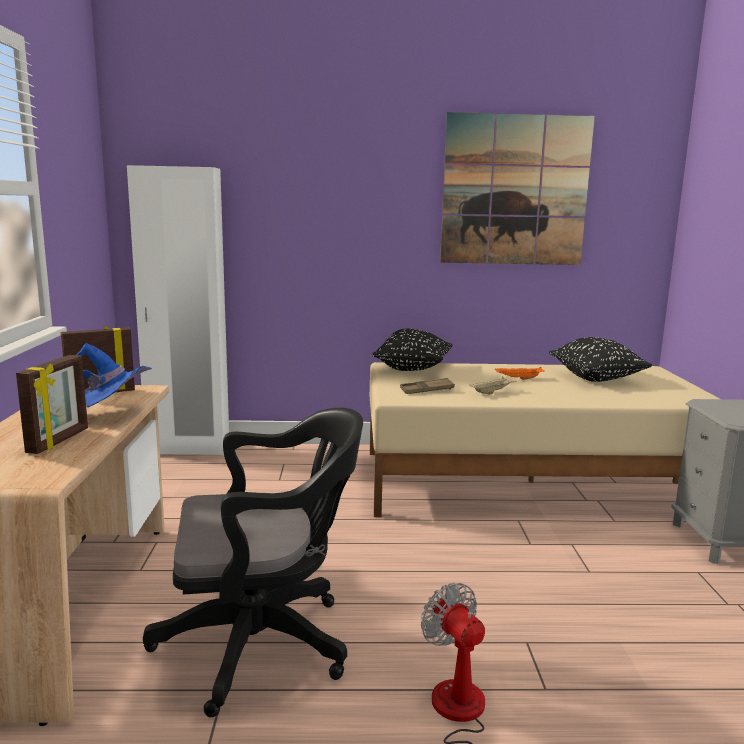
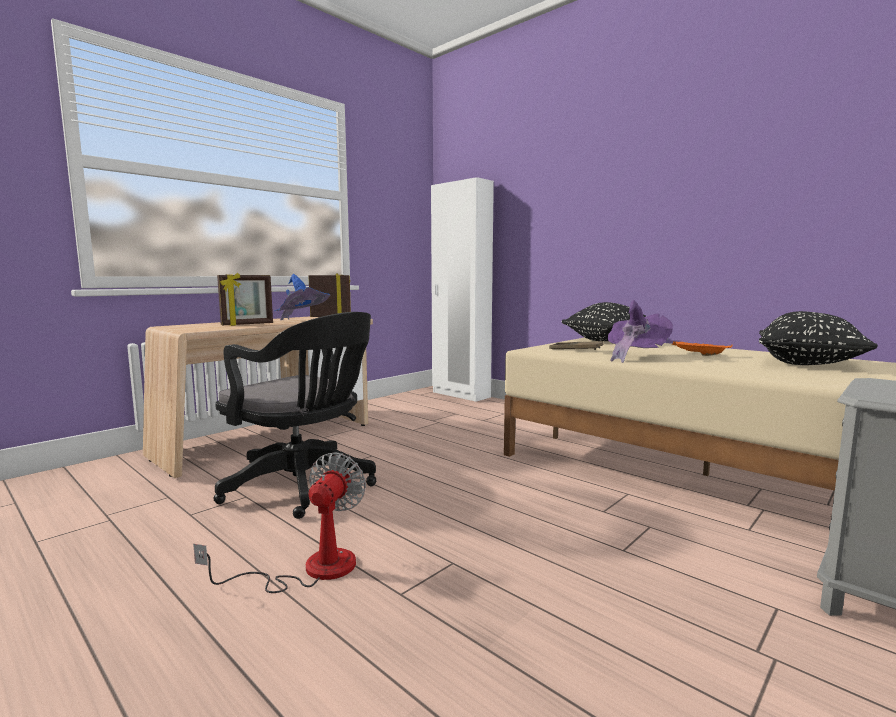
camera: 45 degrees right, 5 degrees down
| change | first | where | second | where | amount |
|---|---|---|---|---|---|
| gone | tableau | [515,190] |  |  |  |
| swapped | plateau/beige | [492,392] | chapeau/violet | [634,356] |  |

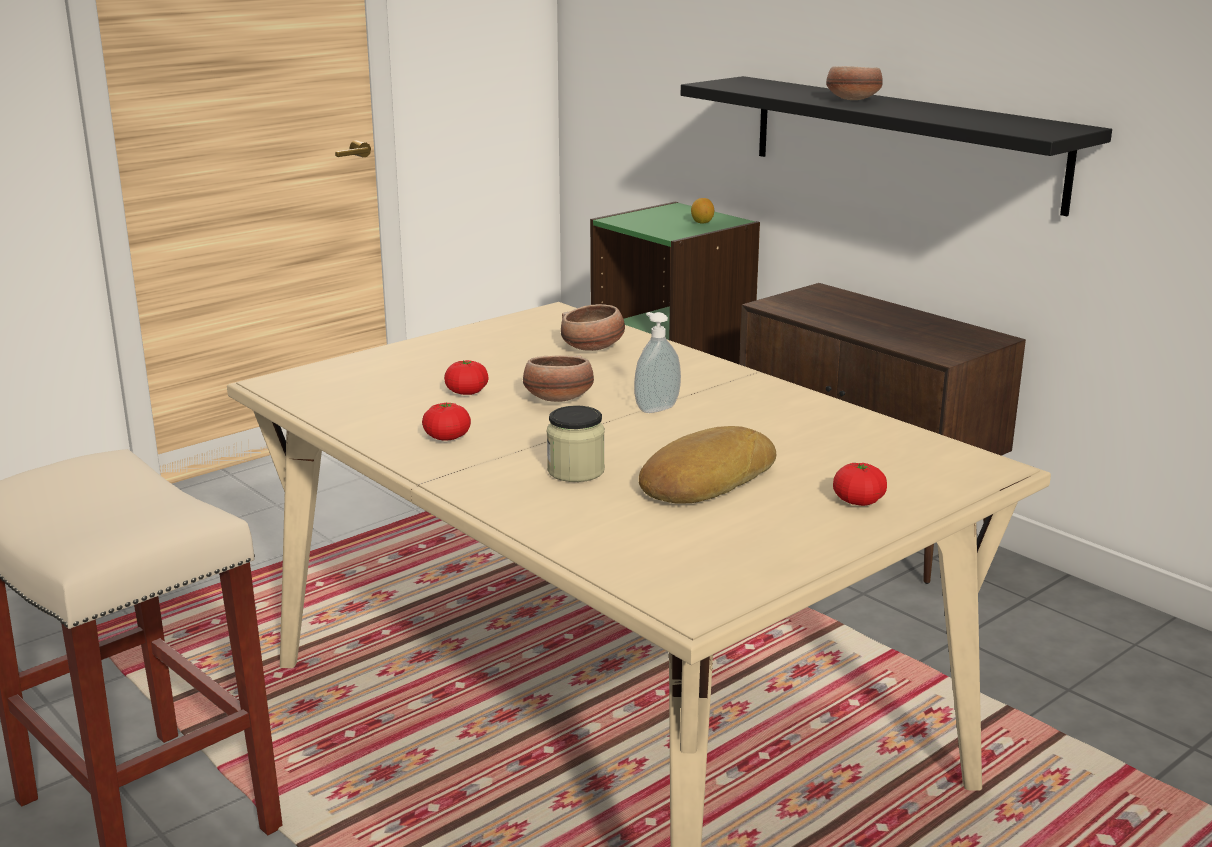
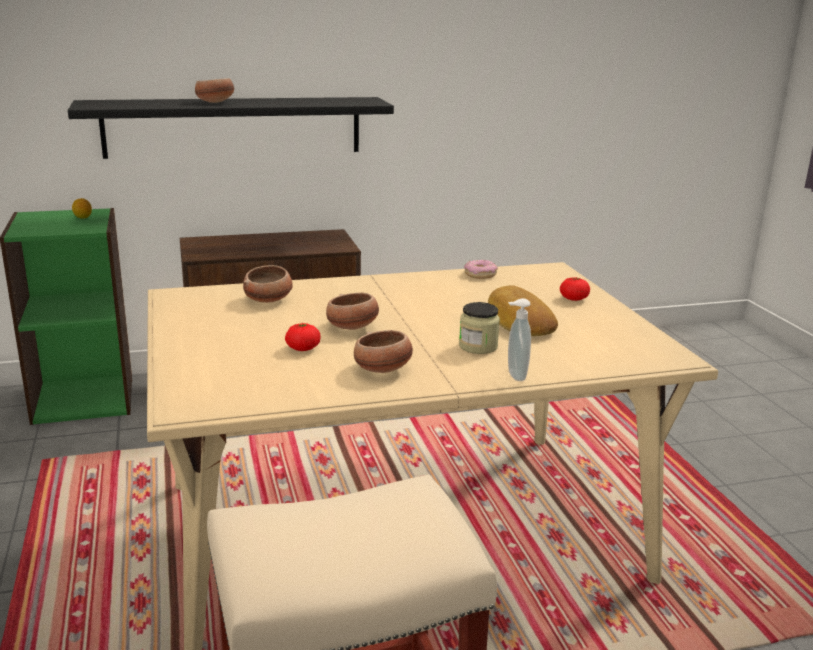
camera: 65 degrees left, 0 degrees up
| change | first | where | second | where | amount |
|---|---|---|---|---|---|
| new |  |  | beignet | [480,274] |  |
| shifted | distributeur de savon | [655,408] |  | [514,375] |  |
| swapped | tomate | [447,437] | bol | [383,369] |  |

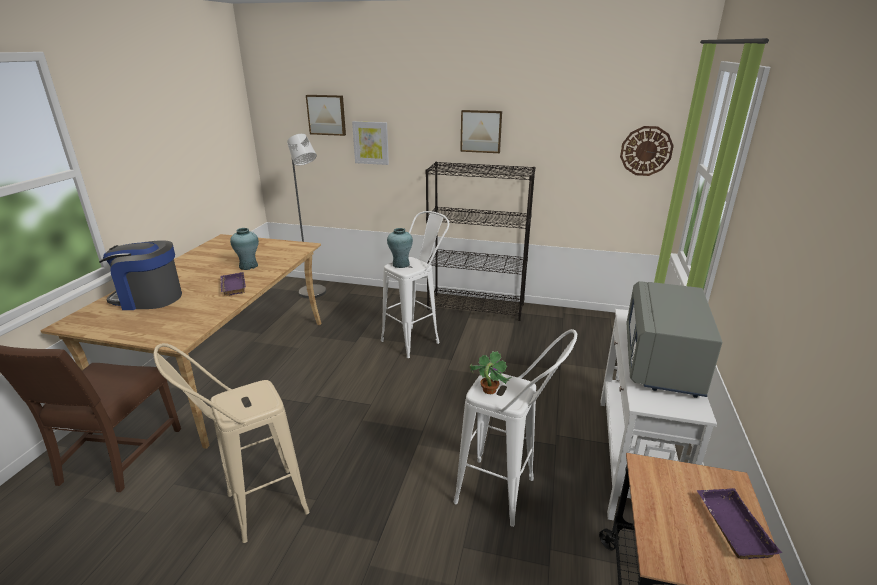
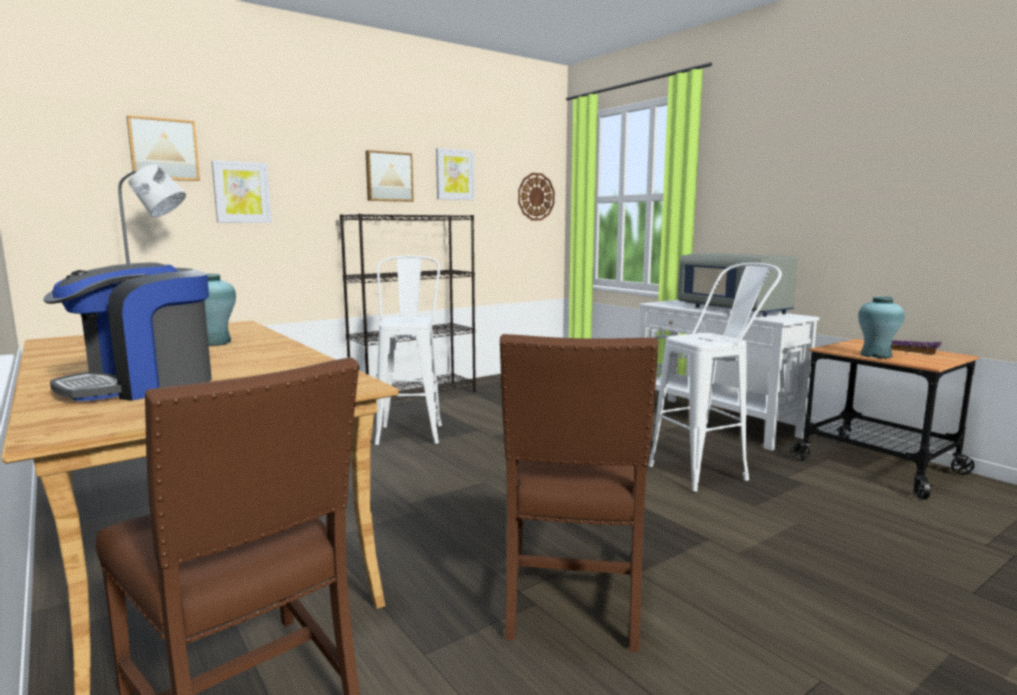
camera: 50 degrees left, 15 degrees down
| change | first | where | second | where | amount |
|---|---|---|---|---|---|
| gone | plateau/violet | [232,286] |  |  |  |
| gone | plante en pot | [488,390] |  |  |  |
| new |  |  | tableau | [454,174] |  |
| shifted | vase/turquoise | [401,264] |  | [876,355] |  |
| swapped | tabouret/beige | [253,510] | chaise/marron | [574,598] |  |

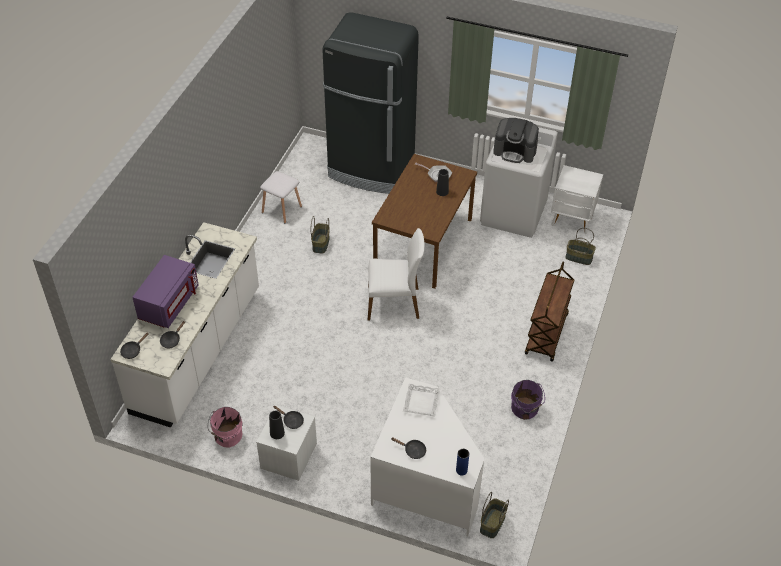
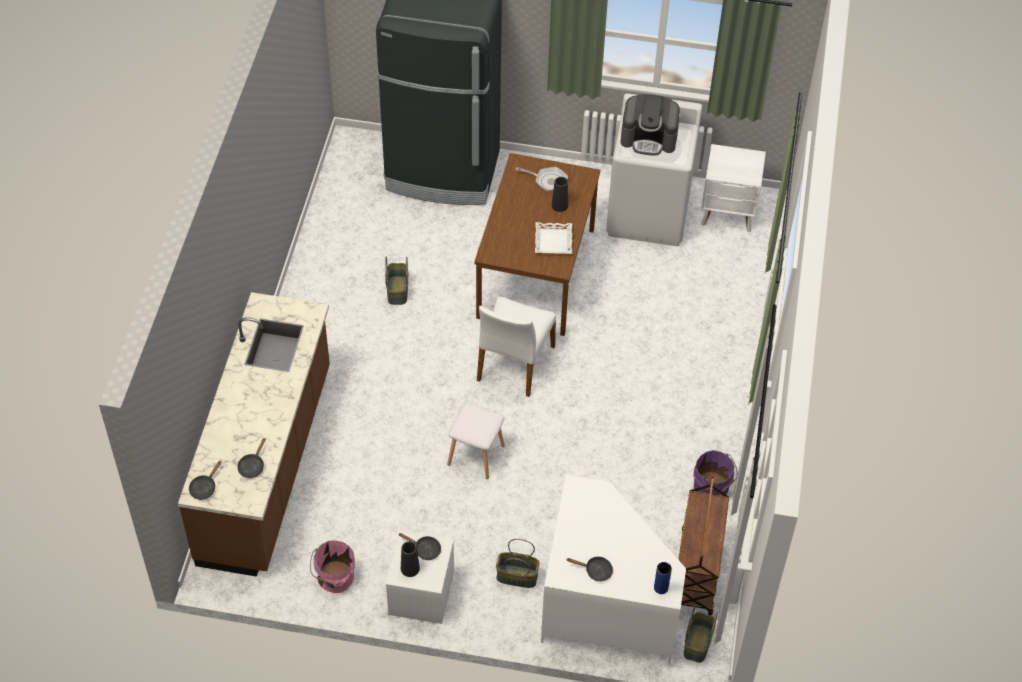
camera: 10 degrees left, 5 degrees up
| change | first | where | second | where | amount |
|---|---|---|---|---|---|
| gone | micro-ondes/violet | [168,303] |  |  |  |
| shifted | tabouret/blanc | [282,209] |  | [476,454] |  |
| shifted | plateau/blanc | [421,402] |  | [553,241] |  |
| shifted | chariot/marron | [546,335] |  | [697,573] |  |
| shifted | panier | [578,258] |  | [516,577] |  |
| repainted | comptoir de cuisine/blanc | [198,351] | comptoir de cuisine/marron | [267,466] |  |
| rotated | chaise/blanc | [394,303] |  | [514,363] | 120 degrees clockwise |

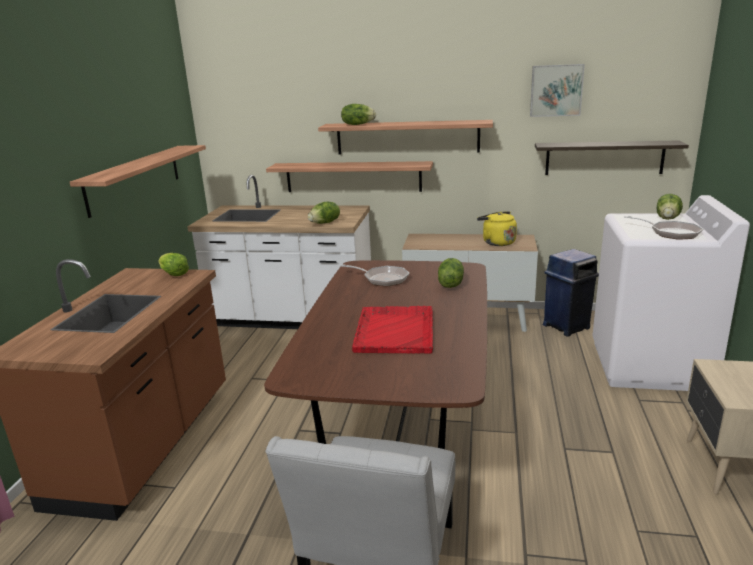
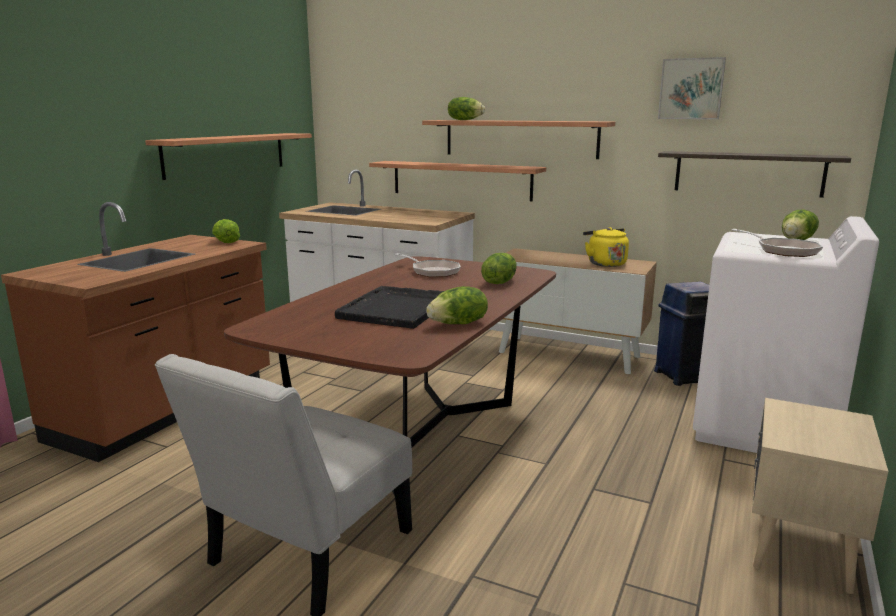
camera: 15 degrees right, 5 degrees down
| change | first | where | second | where | amount |
|---|---|---|---|---|---|
| shifted | laitue | [325,223] |  | [459,324] |  |
| repainted | plateau/rouge | [395,331] | plateau/noir | [397,308] |  |

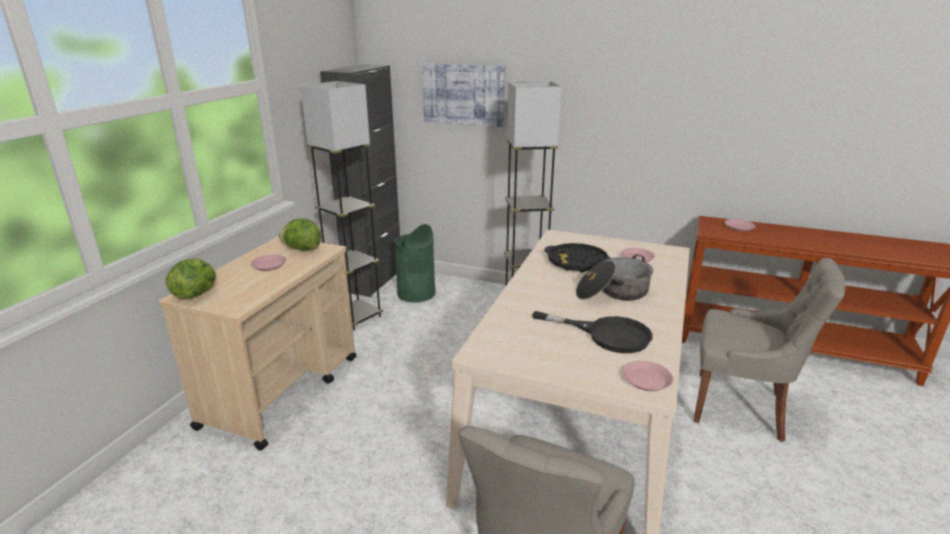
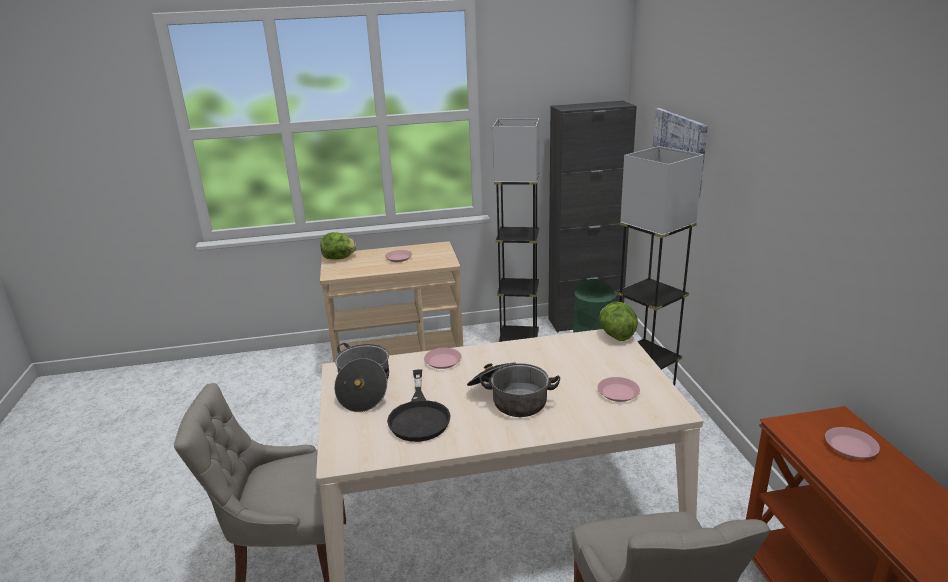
camera: 60 degrees right, 0 degrees up
| change | first | where | second | where | amount |
|---|---|---|---|---|---|
| gone | plateau/noir | [577,263] |  |  |  |
| new |  |  | marmite | [364,388] |  |
| shifted | laitue | [302,249] |  | [616,335] |  |
| shifted | assiette/rose | [647,380] |  | [443,361] |  |

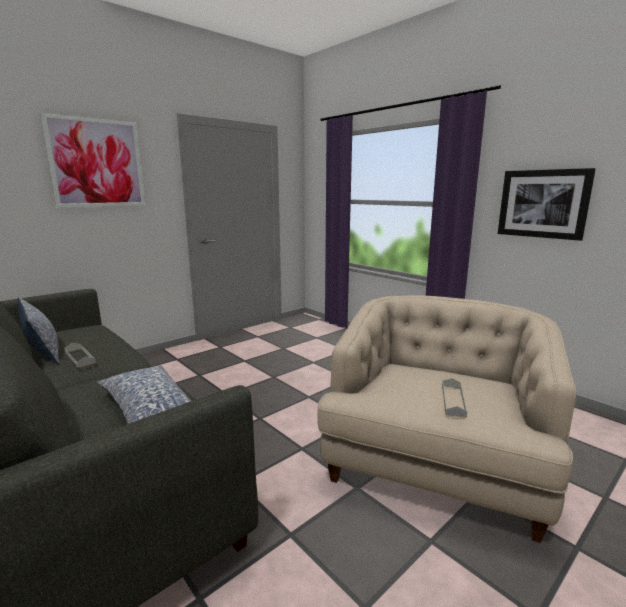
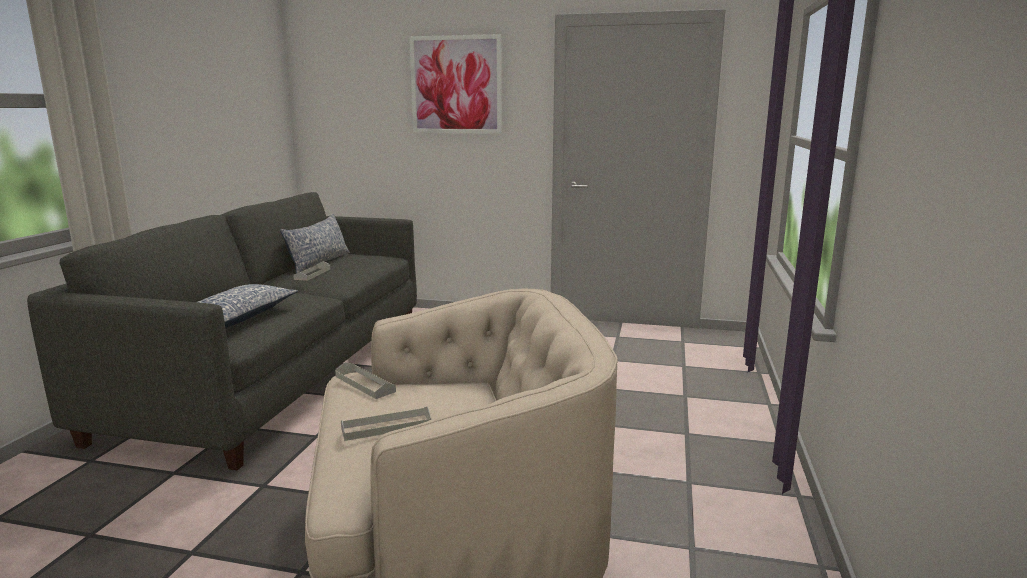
camera: 55 degrees right, 0 degrees up
| change | first | where | second | where | amount |
|---|---|---|---|---|---|
| gone | tableau | [542,204] |  |  |  |
| new |  |  | plateau/gris | [365,384] |  |

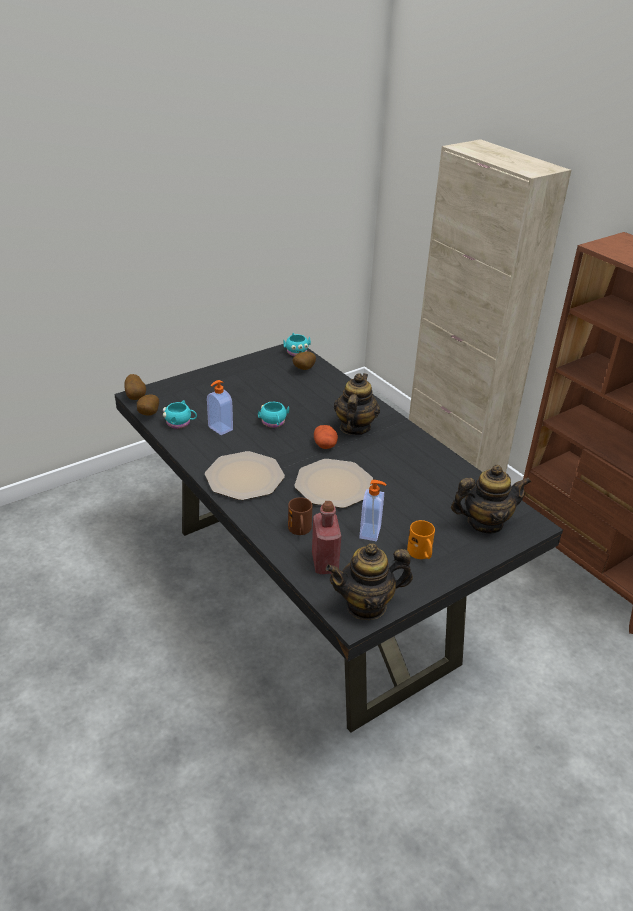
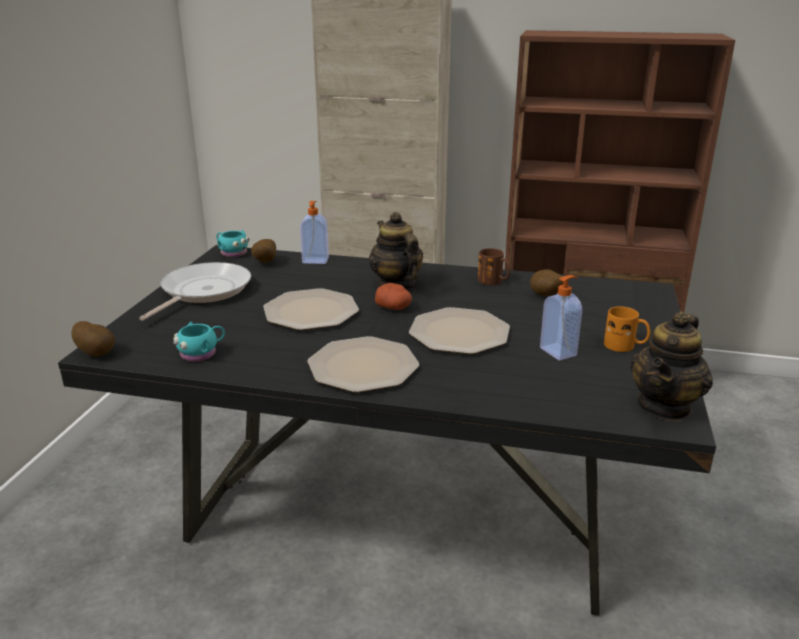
camera: 40 degrees left, 10 degrees down
| change | first | where | second | where | amount |
|---|---|---|---|---|---|
| gone | bouteille/rouge | [325,563] |  |  |  |
| gone | théière | [485,523] |  |  |  |
| new |  |  | poêle | [203,291] |  |
| shifted | pomme de terre | [148,415] |  | [545,296] |  |
| shifted | distributeur de savon | [219,428] |  | [315,261] |  |
| shifted | mug/marron | [300,530] |  | [494,281] |  |
| swapped | mug/turquoise | [274,423] | assiette | [311,312] |  |

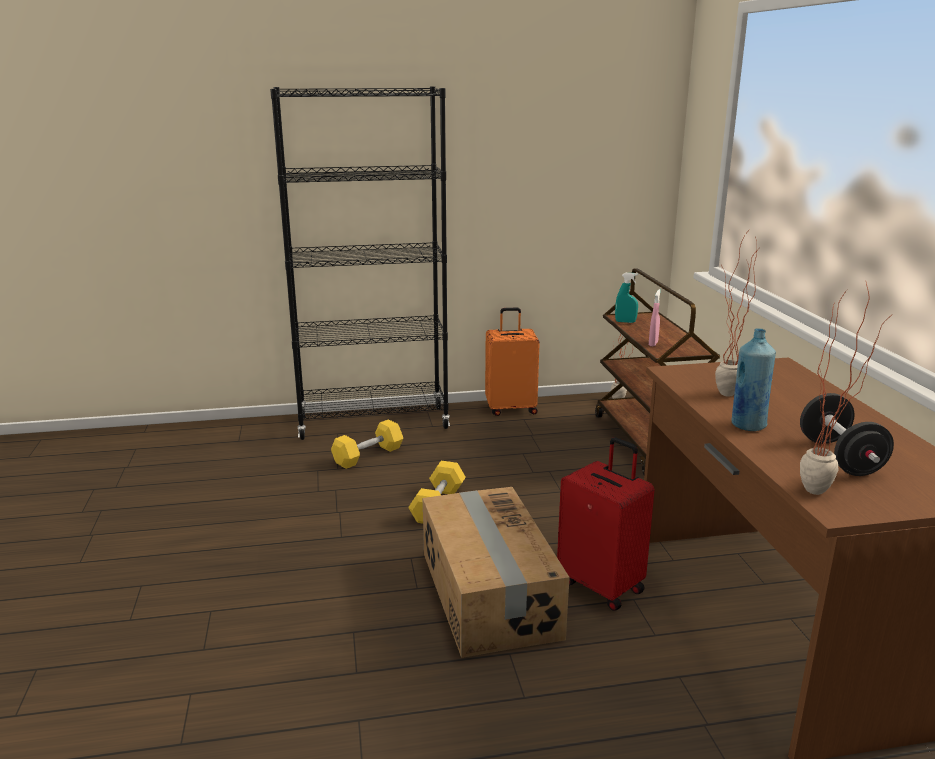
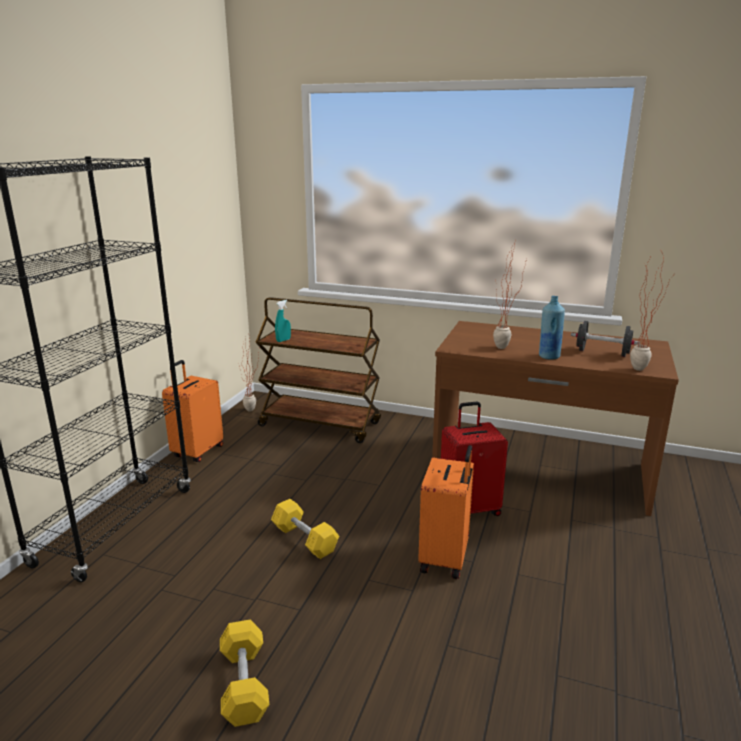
camera: 60 degrees left, 0 degrees up
| change | first | where | second | where | amount |
|---|---|---|---|---|---|
| gone | vaporisateur/rose | [653,343] |  |  |  |
| shifted | haltère/jaune | [368,455] |  | [244,684] |  |
| swapped | carton | [487,594] | valise/orange | [445,559] |  |

